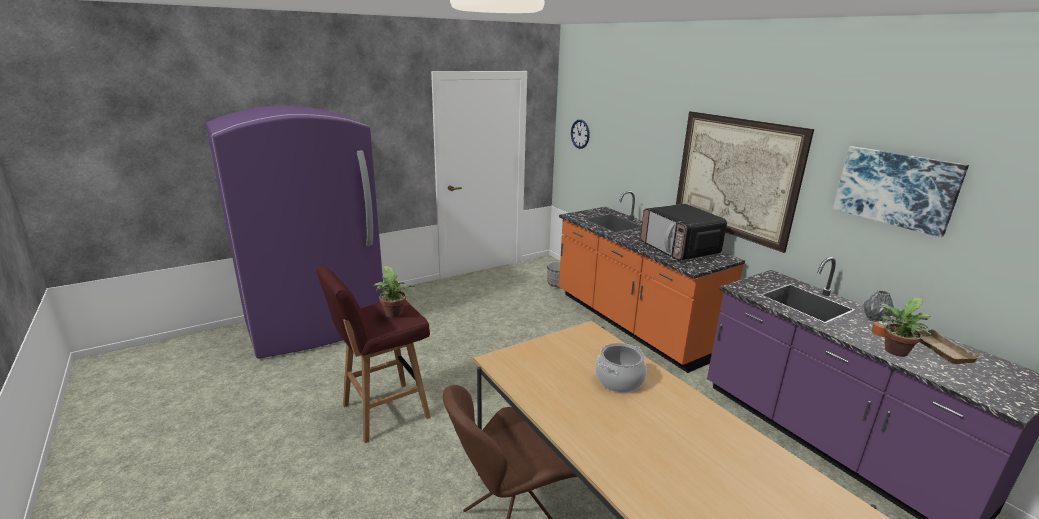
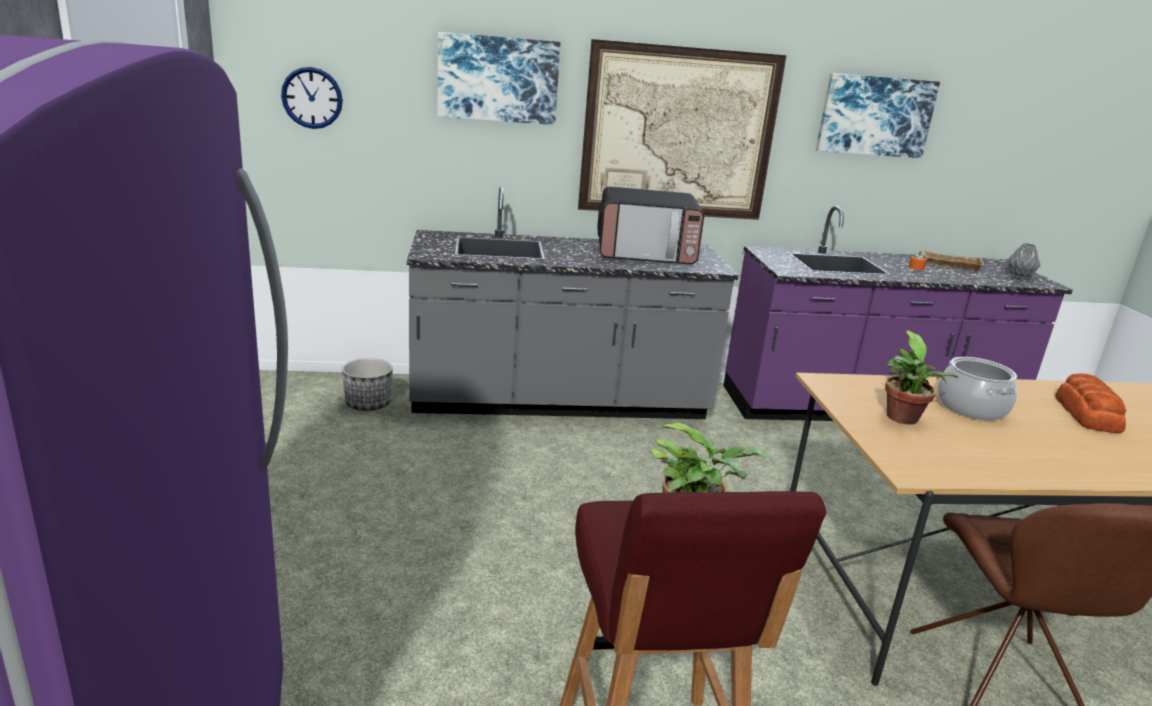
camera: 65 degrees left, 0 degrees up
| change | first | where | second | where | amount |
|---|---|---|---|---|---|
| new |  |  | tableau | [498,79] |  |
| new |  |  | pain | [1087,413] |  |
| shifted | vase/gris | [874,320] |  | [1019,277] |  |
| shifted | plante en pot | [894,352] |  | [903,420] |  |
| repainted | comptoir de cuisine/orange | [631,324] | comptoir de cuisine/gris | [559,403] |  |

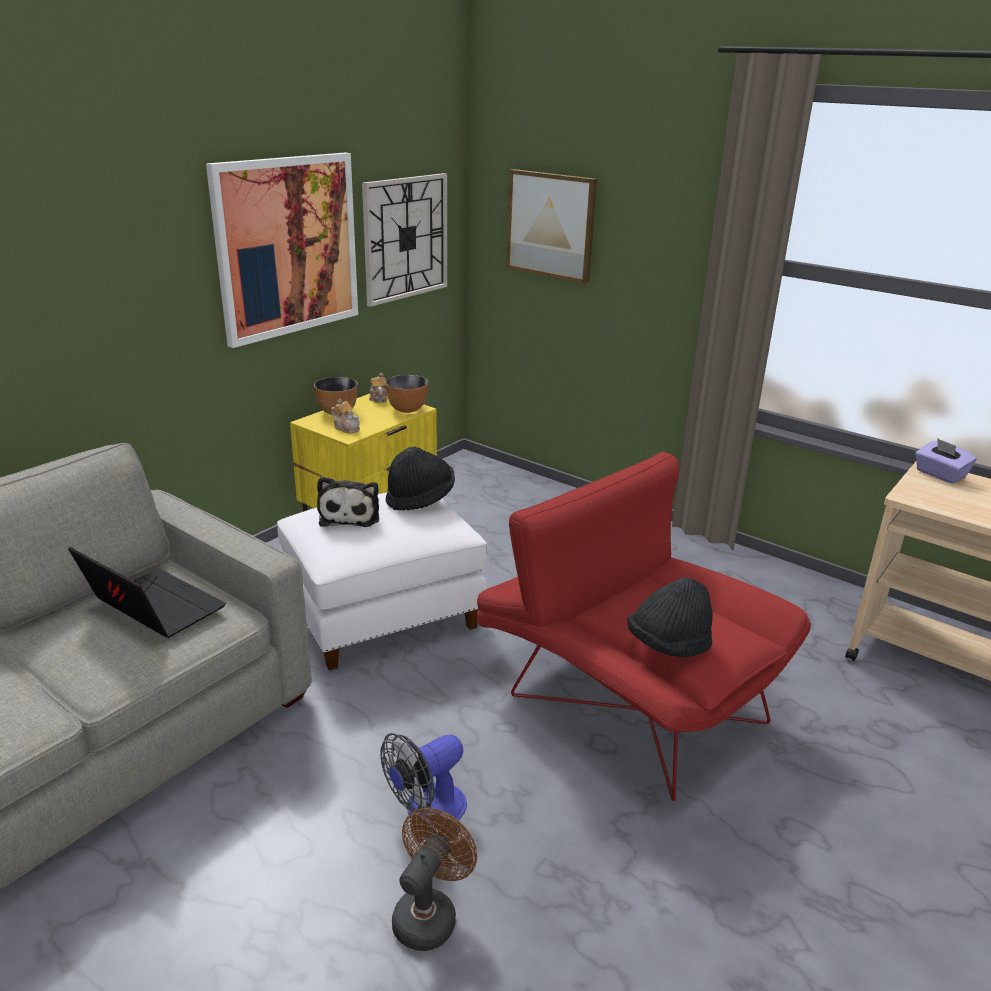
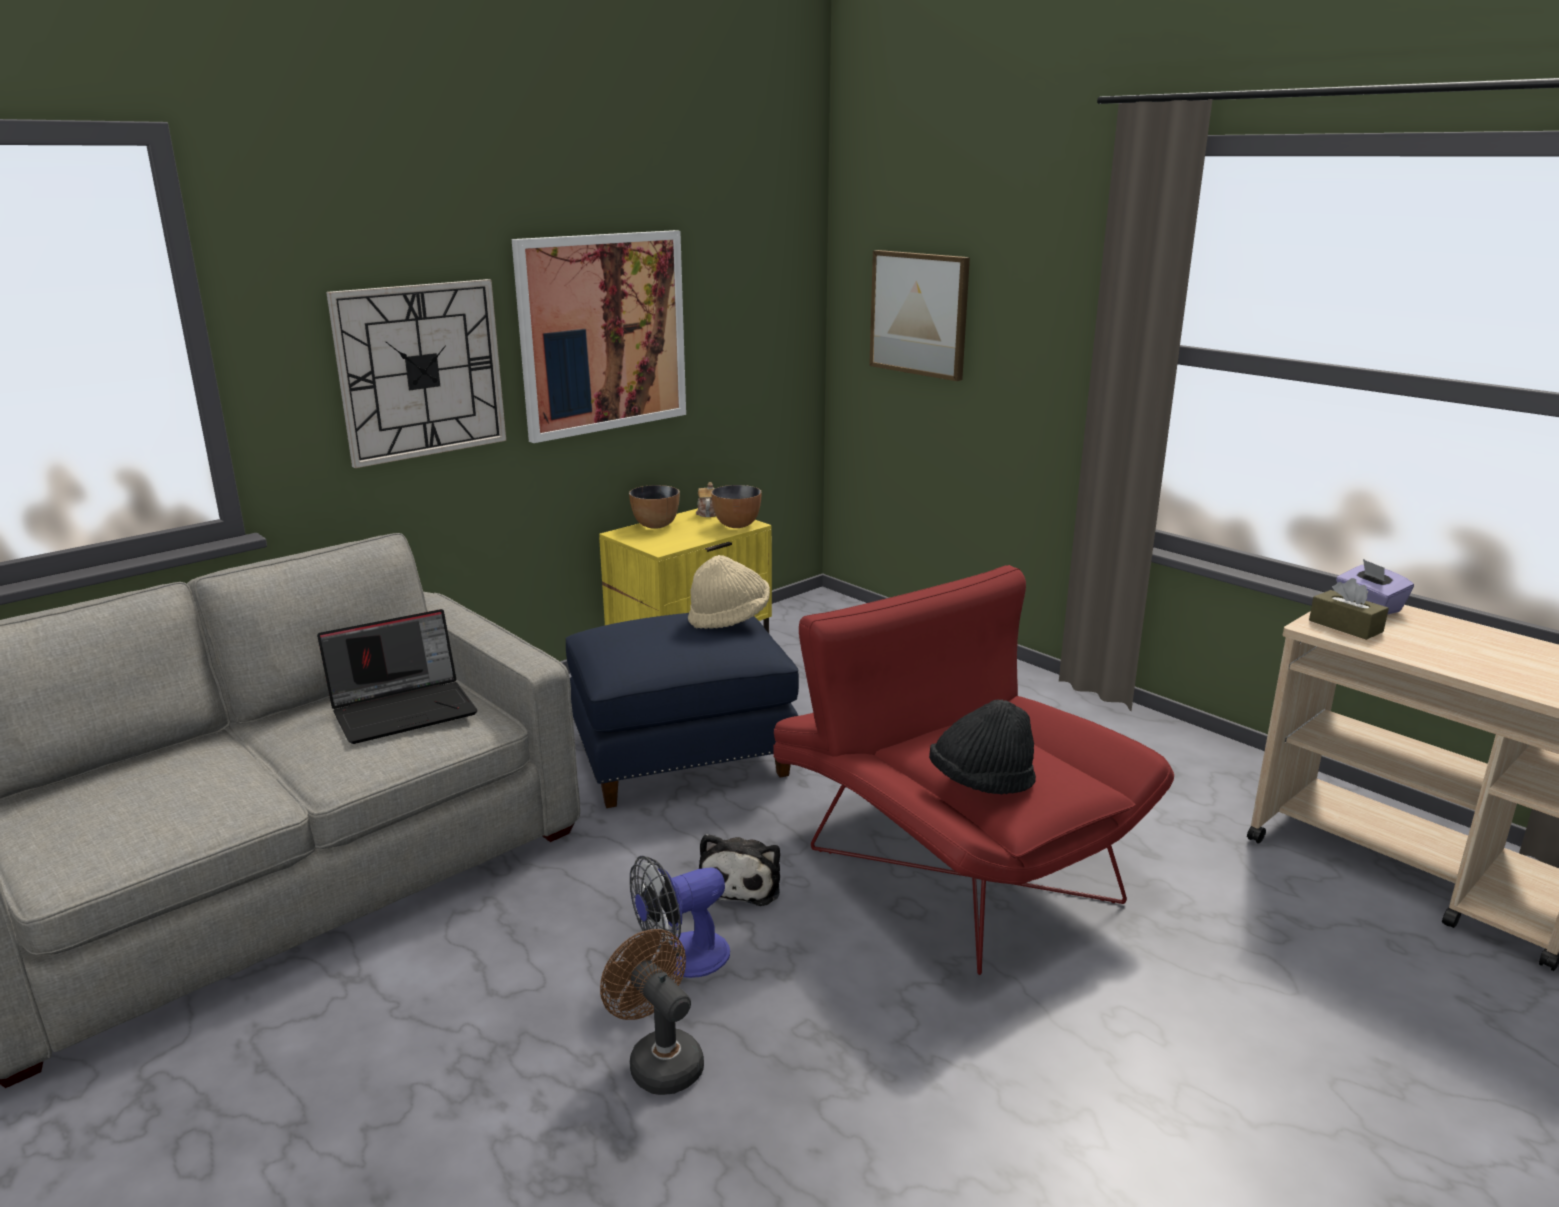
camera: 10 degrees right, 5 degrees down
| change | first | where | second | where | amount |
|---|---|---|---|---|---|
| gone | théière | [346,428] |  |  |  |
| new |  |  | boîte à mouchoirs/marron | [1345,626] |  |
| shifted | peluche | [350,515] |  | [742,883] |  |
| shifted | horloge murale | [405,238] |  | [421,371] |  |
| repainted | pouf/blanc | [383,615] | pouf/bleu | [682,756] |  |
| repainted | chapeau/noir | [420,498] | chapeau/beige | [729,618] |  |
| rotated | ordinateur portable | [152,608] |  | [405,709] | 105 degrees clockwise |
| rotated | ventilateur/marron | [429,913] |  | [659,1060] | 75 degrees counterclockwise |

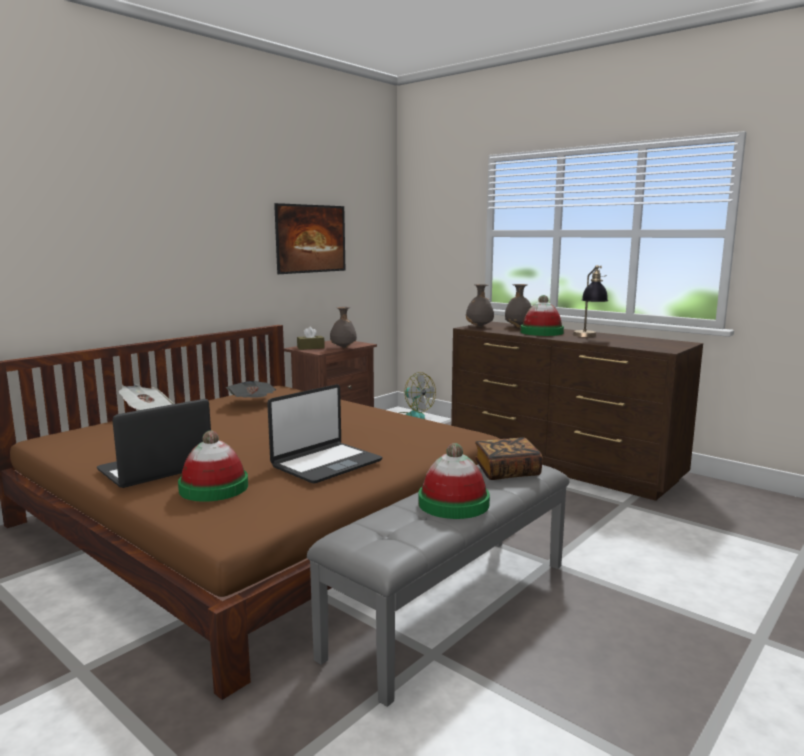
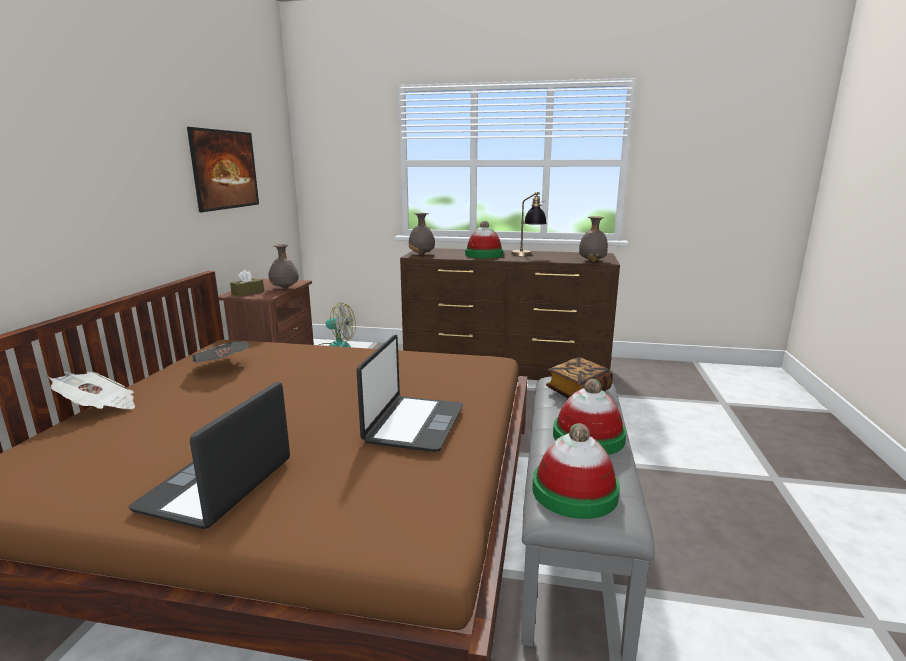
camera: 30 degrees left, 5 degrees up
| change | first | where | second | where | amount |
|---|---|---|---|---|---|
| shifted | chapeau | [214,488] |  | [574,491] |  |
| shifted | vase/gris | [518,327] |  | [591,261] |  |

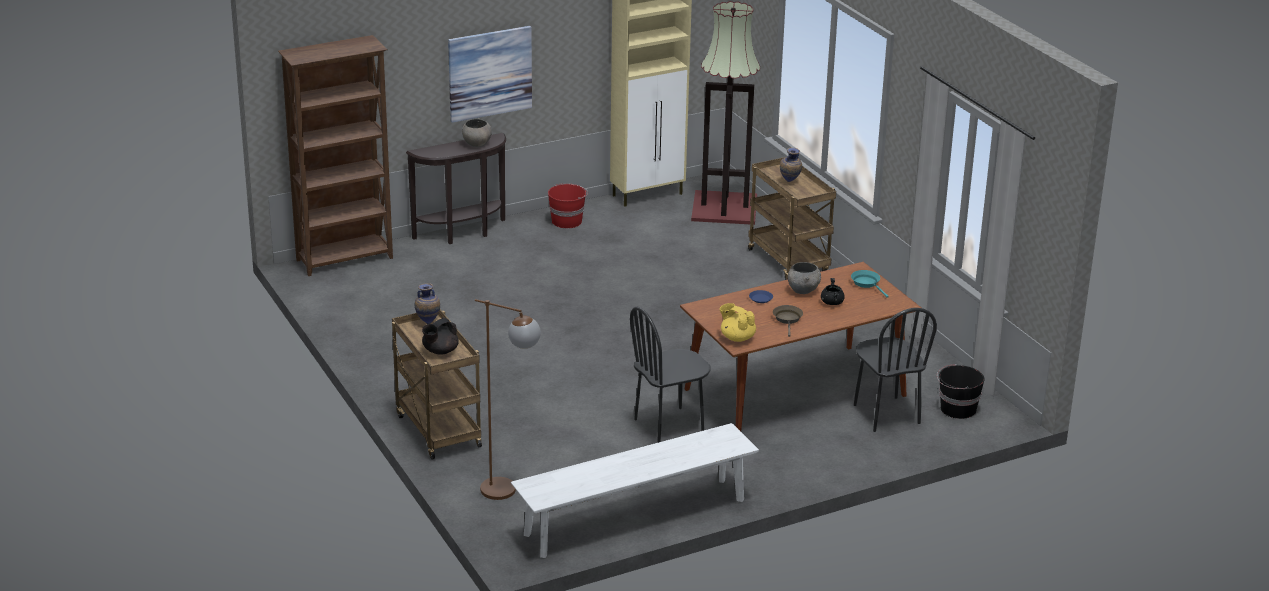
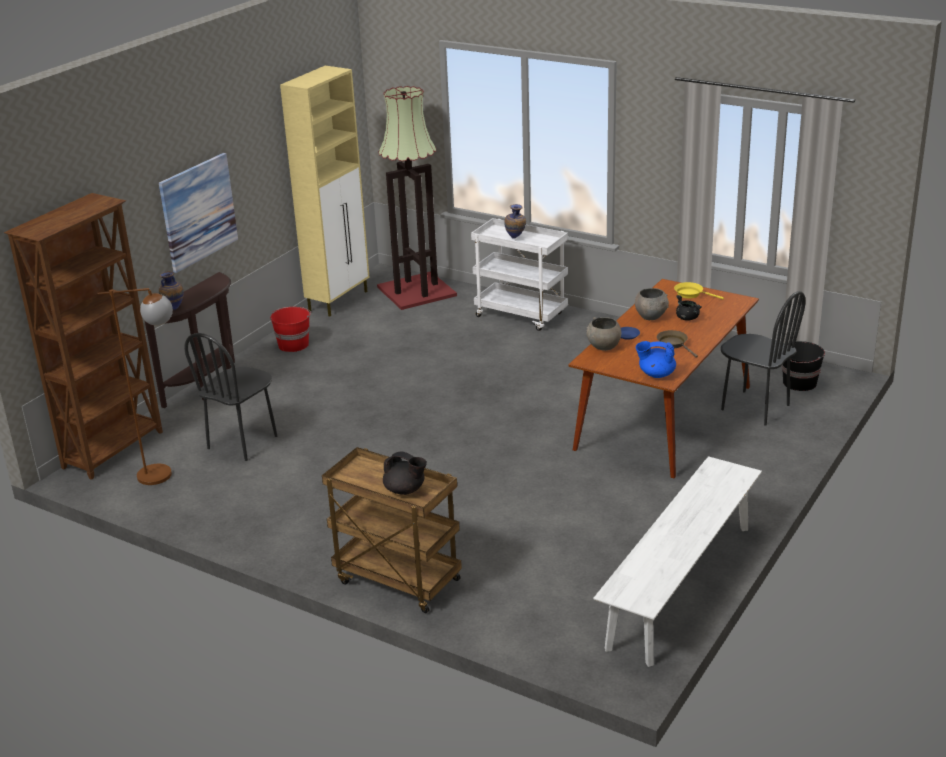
camera: 30 degrees left, 0 degrees up
| change | first | where | second | where | amount |
|---|---|---|---|---|---|
| shifted | vase | [428,322] |  | [174,308] |  |
| shifted | bol/gris | [476,144] |  | [603,347] |  |
| shifted | lampadaire/marron | [509,492] |  | [167,474] |  |
| shifted | chaise/noir | [669,425] |  | [243,442] |  |
| repainted | théière/jaune | [737,337] | théière/bleu | [656,374] |  |
| repainted | chariot/marron | [789,262] | chariot/blanc | [522,315] |  |
| repainted | poêle/turquoise | [867,283] | poêle/jaune | [691,294] |  |
| rotated | théière/noir | [440,351] |  | [405,490] | 75 degrees counterclockwise |

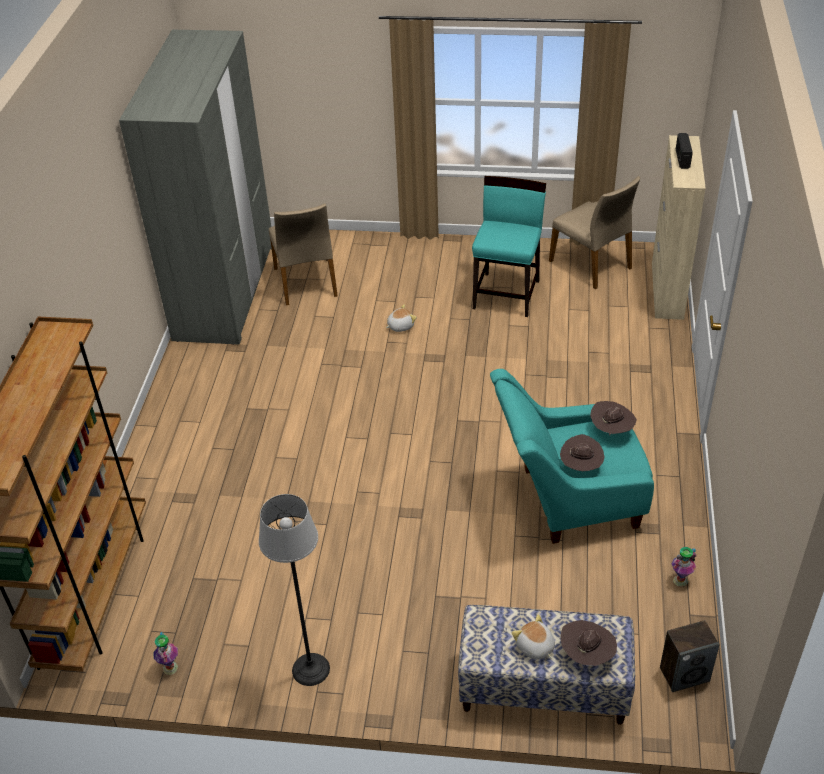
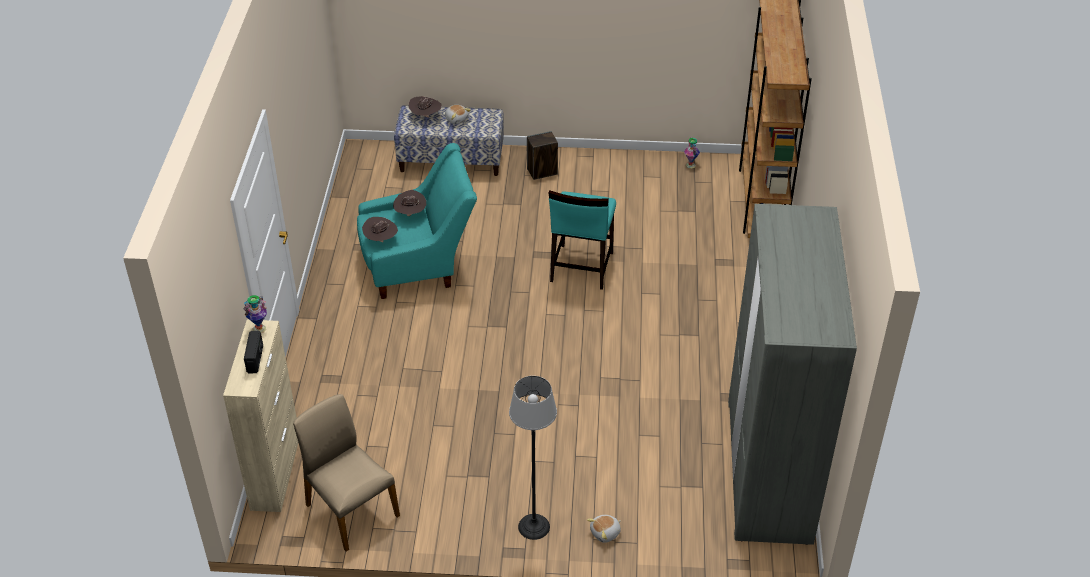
camera: 175 degrees right, 0 degrees up
| change | first | where | second | where | amount |
|---|---|---|---|---|---|
| gone | chaise/beige | [306,282] |  |  |  |
| shifted | lampadaire | [310,669] |  | [534,526] |  |
| shifted | peluche | [400,326] |  | [605,533] |  |
| shifted | chaise/turquoise | [507,294] |  | [581,267] |  |
| shifted | enceinte | [684,674] |  | [542,172] |  |
| shifted | vase | [680,580] |  | [259,329] |  |

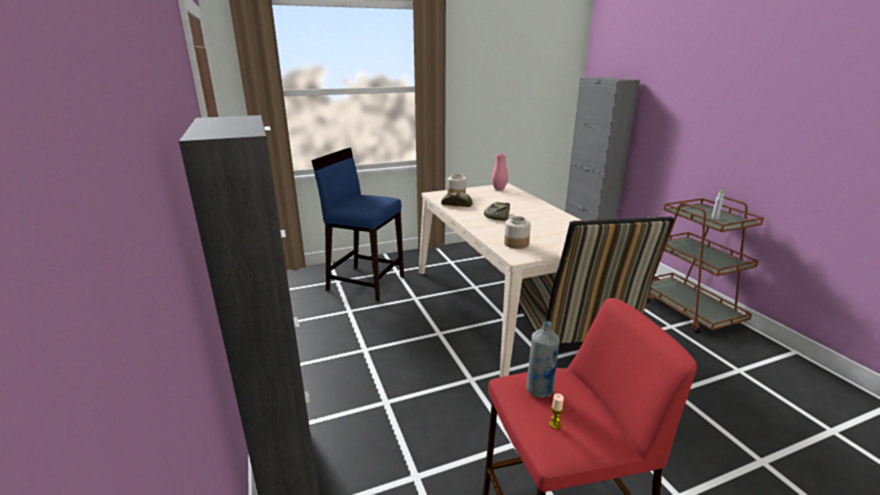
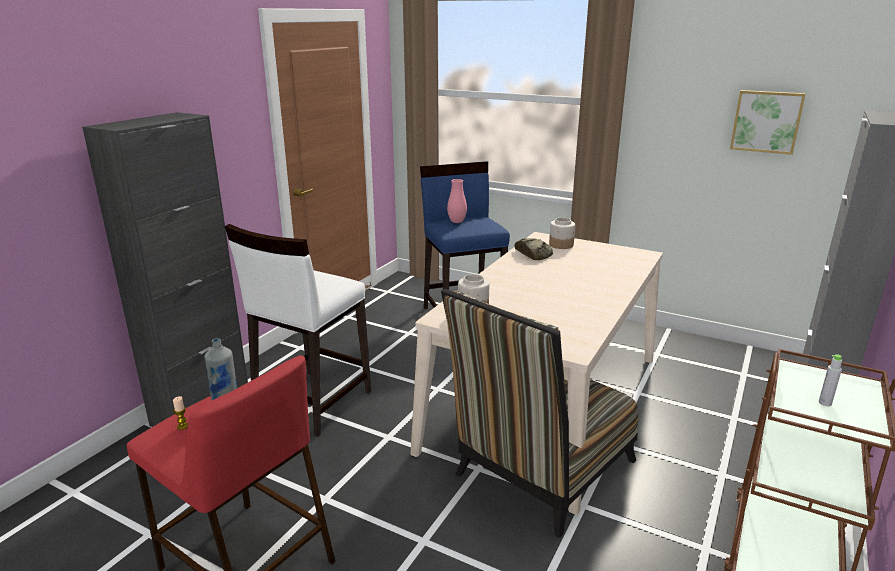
camera: 50 degrees right, 0 degrees up
| change | first | where | second | where | amount |
|---|---|---|---|---|---|
| gone | pain | [498,216] |  |  |  |
| new |  |  | tabouret/blanc | [311,402] |  |
| new |  |  | tableau | [766,121] |  |
| shifted | vase/rose | [499,189] |  | [457,222] |  |

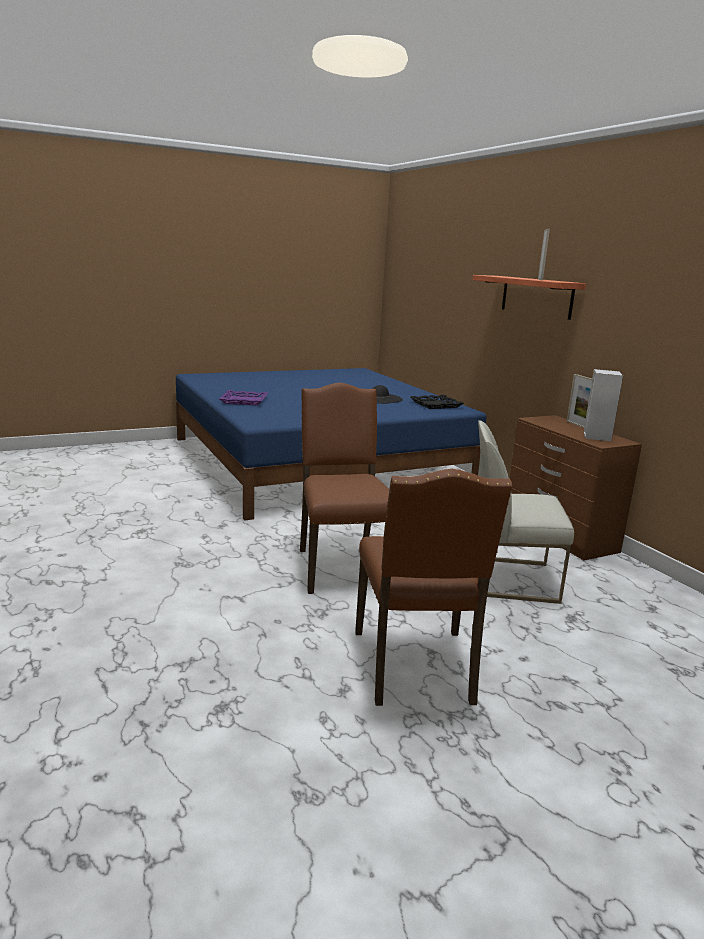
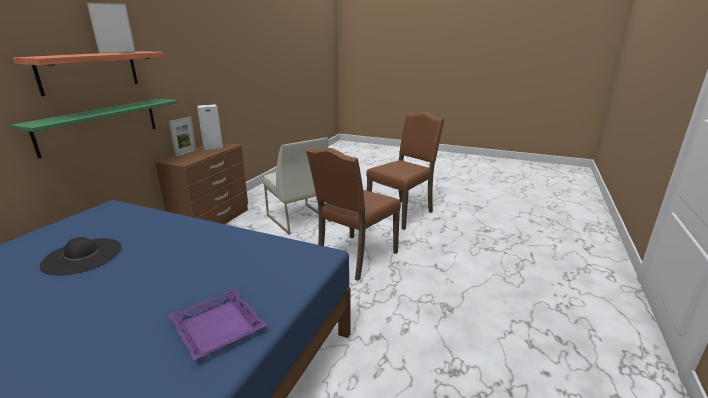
camera: 130 degrees left, 5 degrees up
| change | first | where | second | where | amount |
|---|---|---|---|---|---|
| gone | plateau/noir | [436,405] |  |  |  |
| new |  |  | étagère/vert | [100,125] |  |

